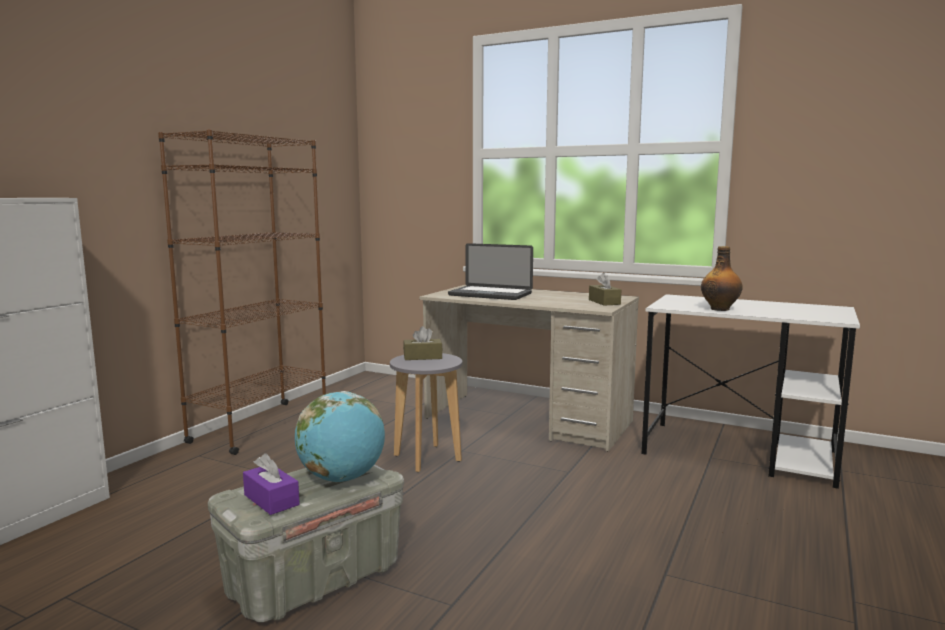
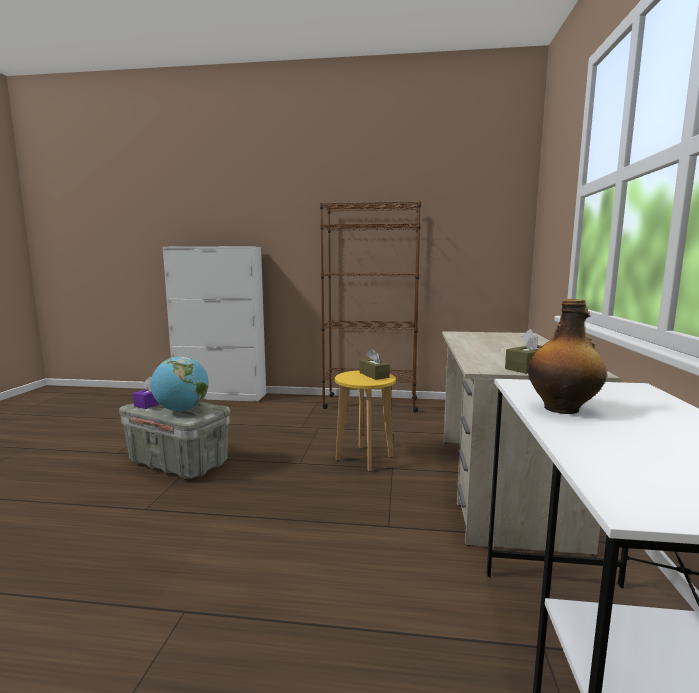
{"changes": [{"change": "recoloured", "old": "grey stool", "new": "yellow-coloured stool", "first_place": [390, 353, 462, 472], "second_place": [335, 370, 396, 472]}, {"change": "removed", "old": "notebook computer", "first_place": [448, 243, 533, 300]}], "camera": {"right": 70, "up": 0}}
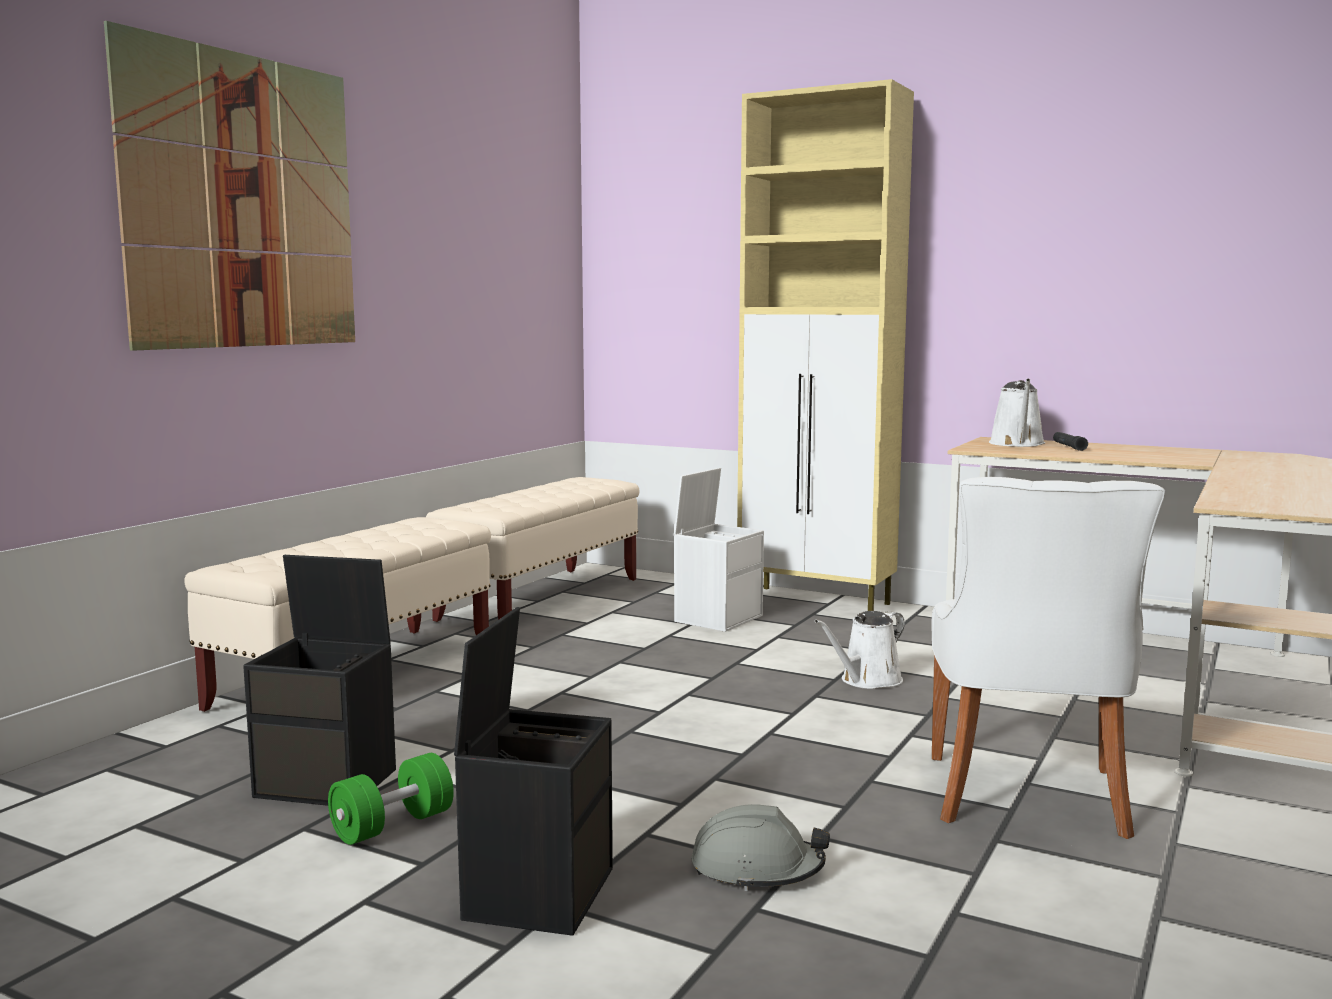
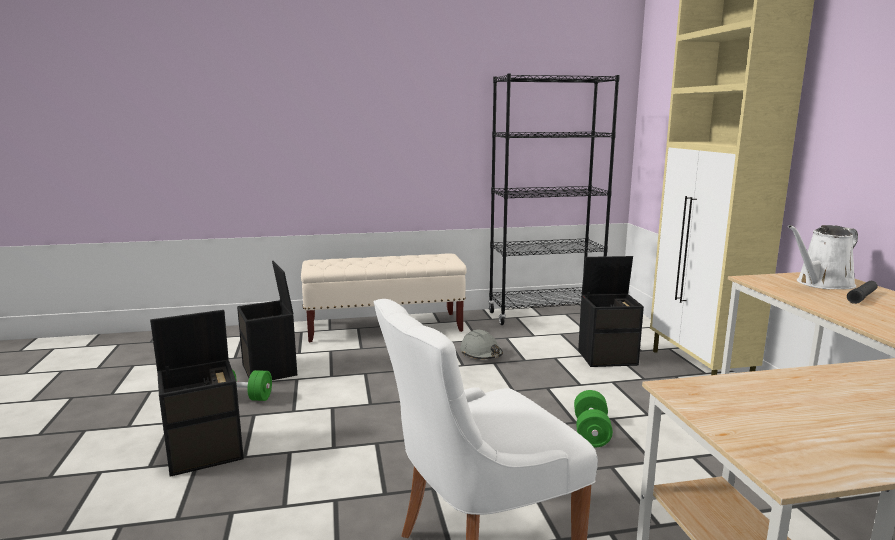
{"changes": [{"change": "moved", "old": "grey work helmet", "first_place": [691, 804, 830, 891], "second_place": [460, 329, 503, 359]}, {"change": "replaced", "old": "sand-coloured long seat", "new": "black bookcase", "first_place": [426, 477, 639, 622], "second_place": [488, 74, 620, 325]}, {"change": "replaced", "old": "white watering can", "new": "greenish hand weight", "first_place": [815, 611, 905, 689], "second_place": [574, 390, 613, 447]}, {"change": "recoloured", "old": "white storage bin", "new": "black storage bin", "first_place": [674, 468, 764, 632], "second_place": [578, 256, 644, 367]}, {"change": "removed", "old": "wall art", "first_place": [104, 21, 355, 351]}], "camera": {"right": 50, "up": 5}}
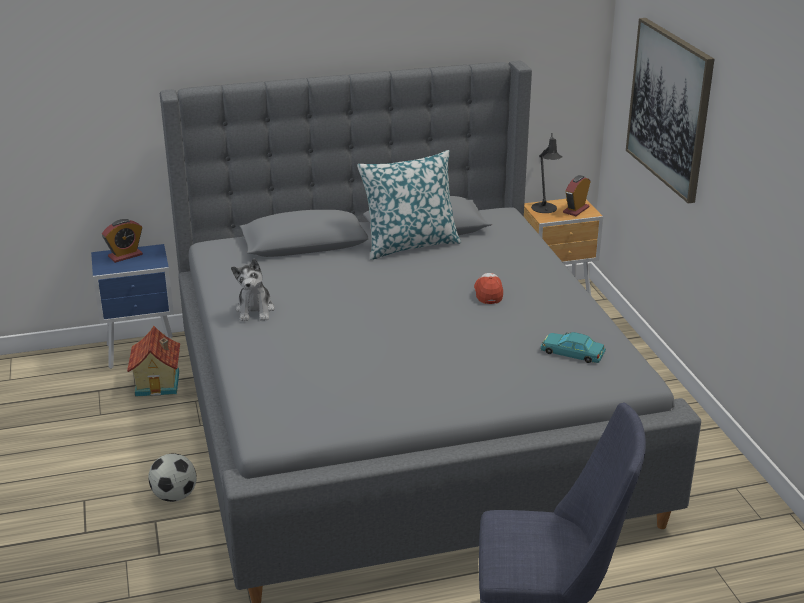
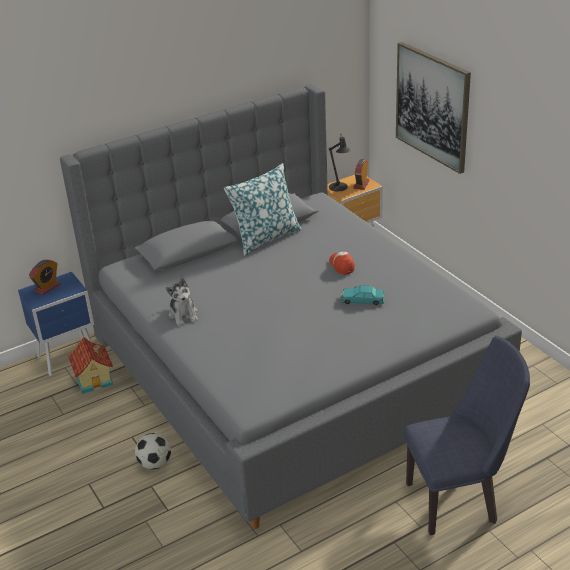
{"changes": [{"change": "moved", "old": "turquoise model car", "first_place": [541, 332, 606, 363], "second_place": [341, 285, 385, 305]}], "camera": {"right": -15, "up": 5}}
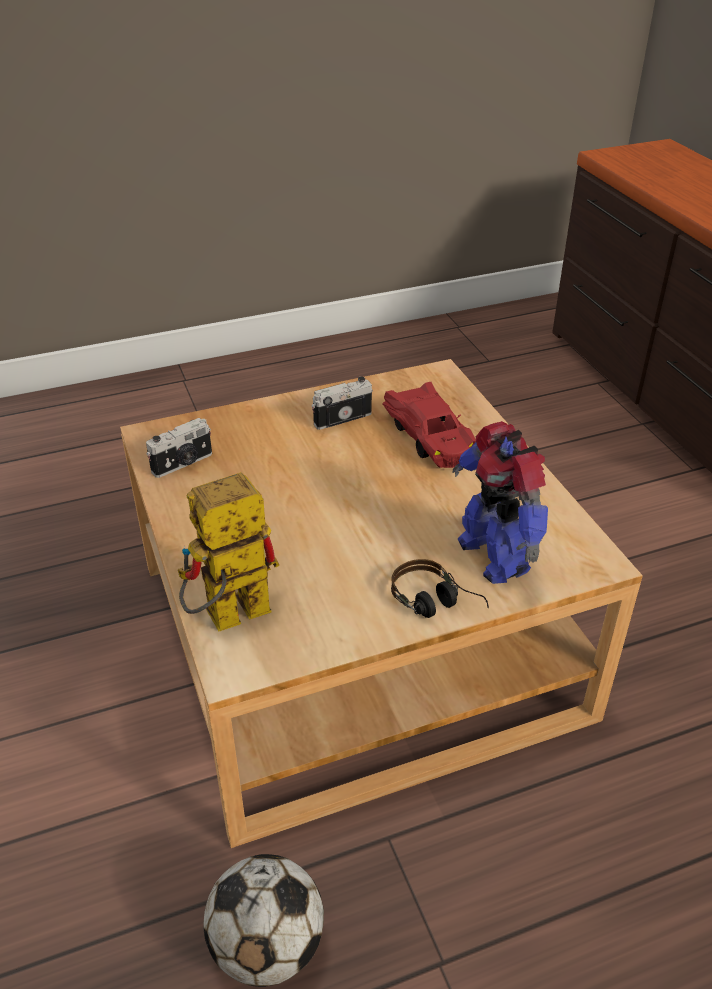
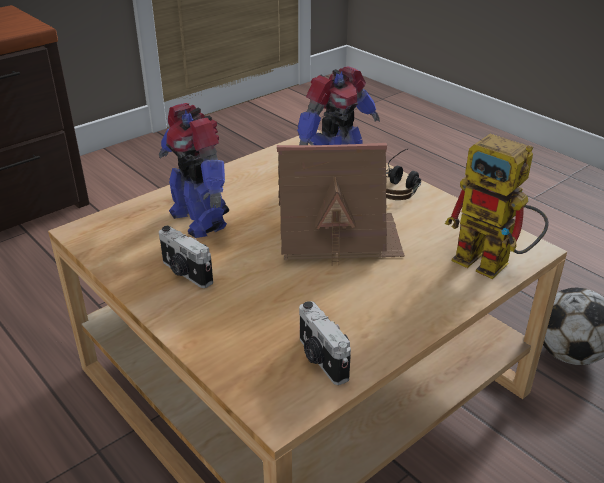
{"changes": [{"change": "replaced", "old": "red model car", "new": "toy robot", "first_place": [382, 382, 476, 468], "second_place": [159, 103, 229, 238]}, {"change": "added", "new": "toy house", "second_place": [277, 143, 405, 266]}, {"change": "turned", "old": "still camera", "first_place": [146, 418, 212, 478], "second_place": [299, 301, 351, 385], "degrees": -150}], "camera": {"right": -110, "up": -5}}
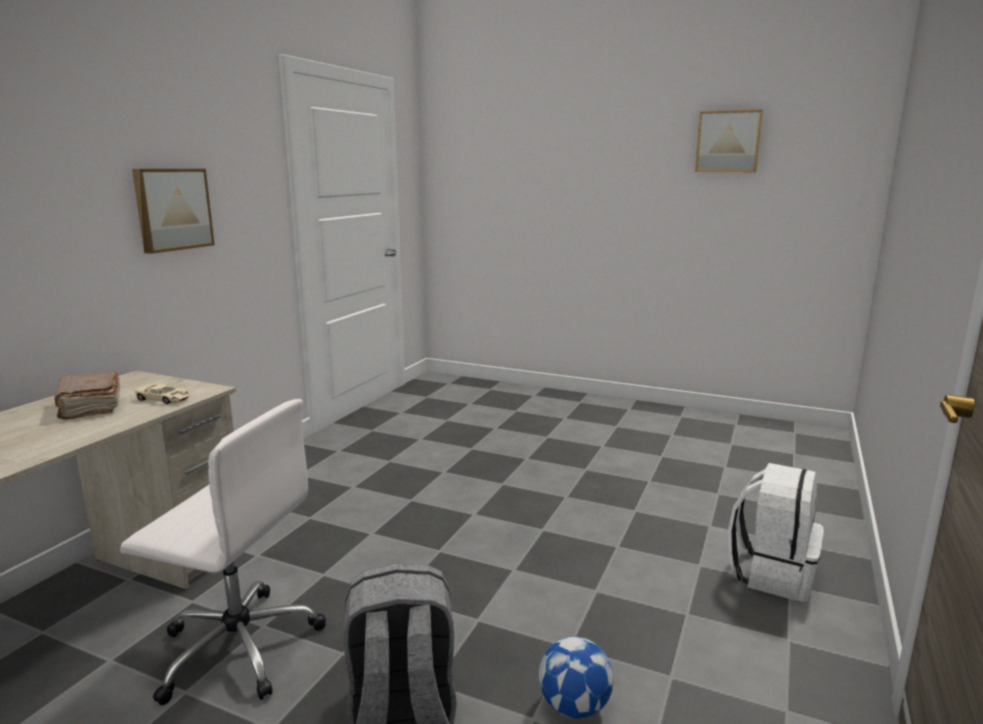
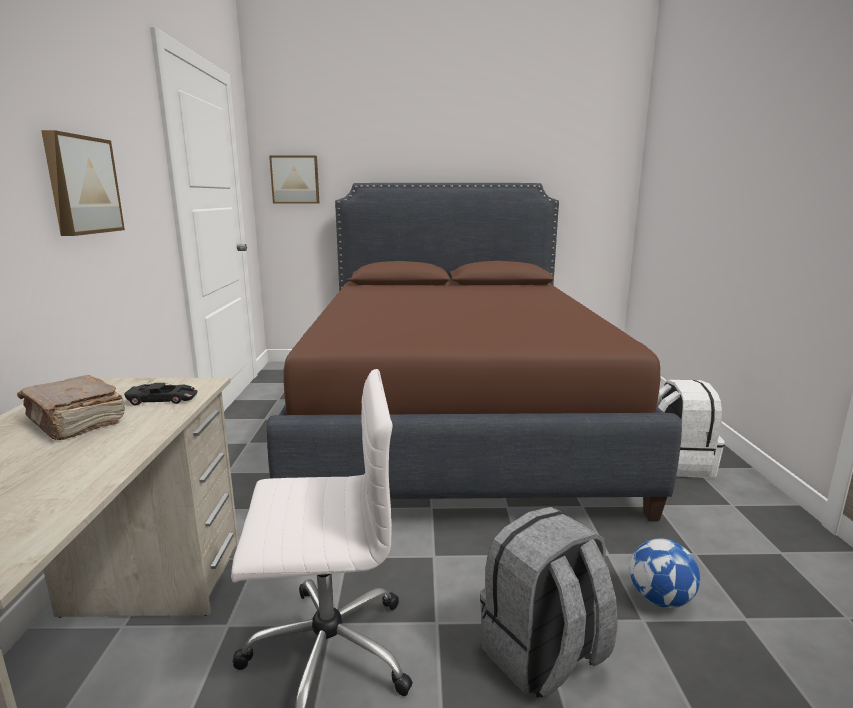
{"changes": [{"change": "recoloured", "old": "sand-coloured model car", "new": "black model car", "first_place": [135, 384, 189, 404], "second_place": [124, 383, 198, 406]}, {"change": "added", "new": "brown-coloured bedroom bed", "second_place": [267, 183, 682, 521]}, {"change": "moved", "old": "wall art", "first_place": [695, 109, 763, 172], "second_place": [269, 156, 319, 204]}], "camera": {"right": -25, "up": 0}}
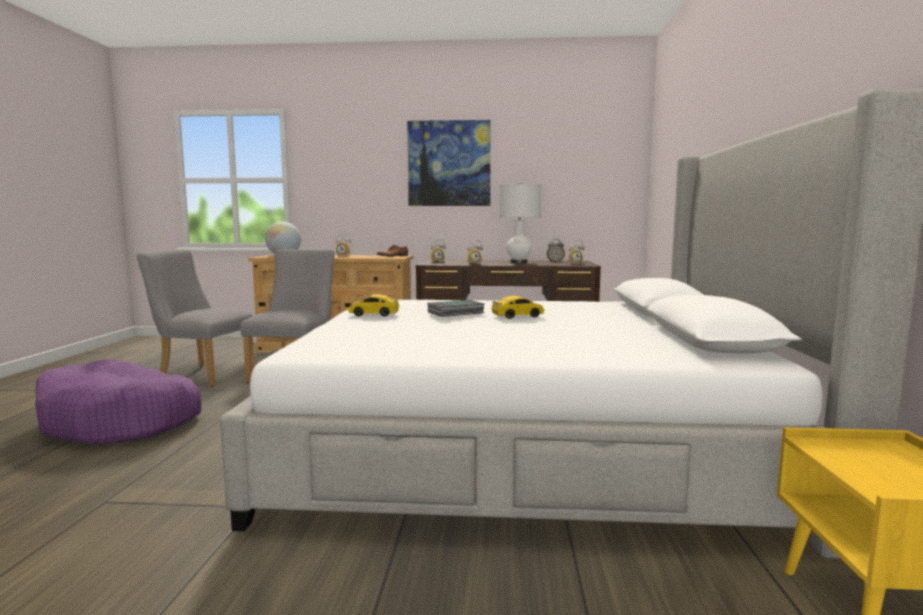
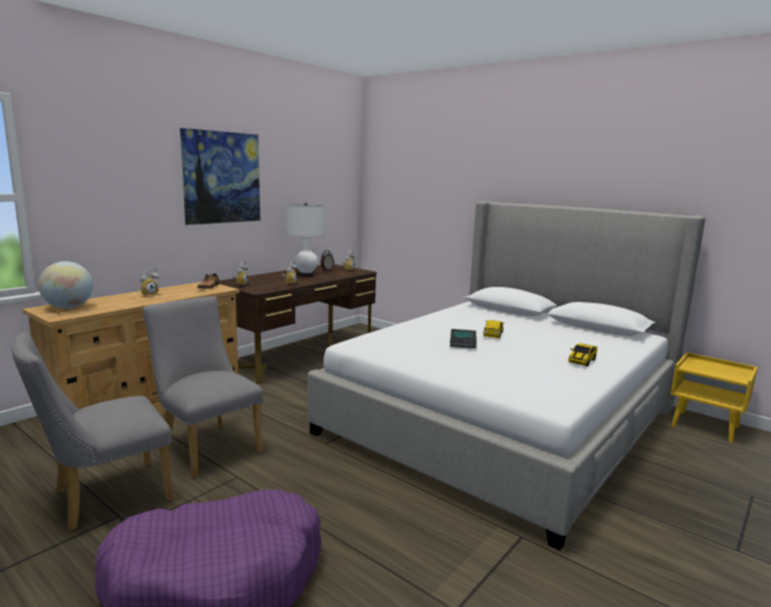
{"changes": [{"change": "moved", "old": "model car", "first_place": [348, 294, 400, 316], "second_place": [568, 343, 597, 366]}], "camera": {"right": -55, "up": 5}}
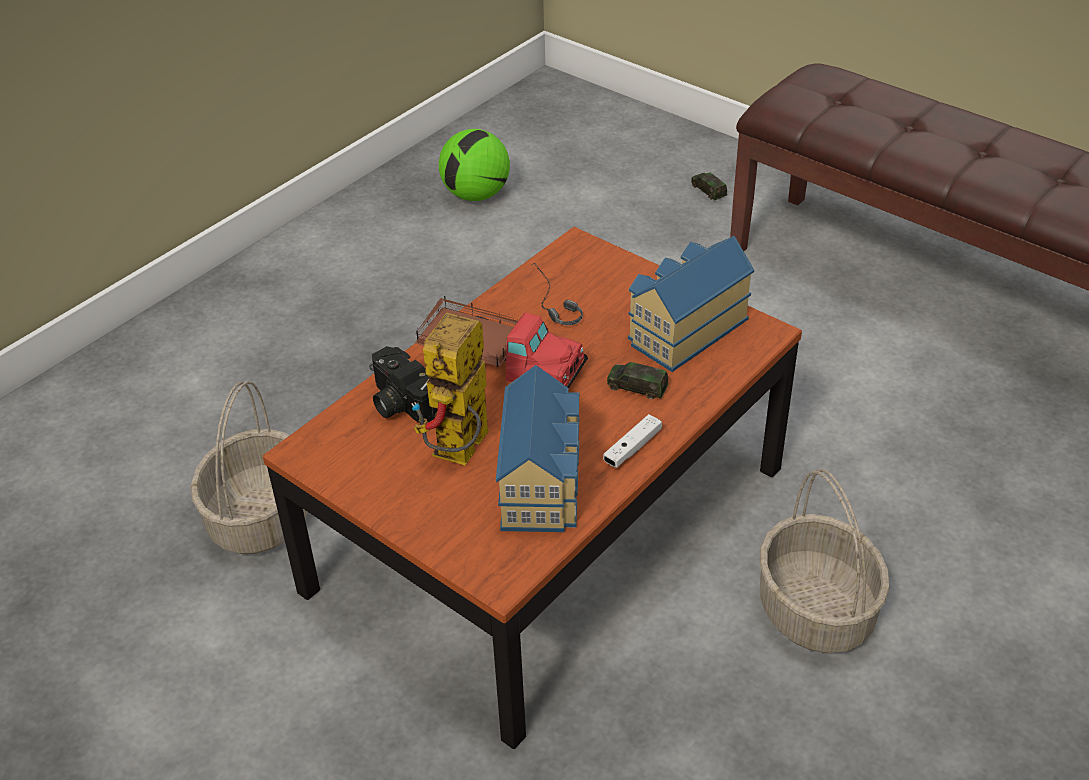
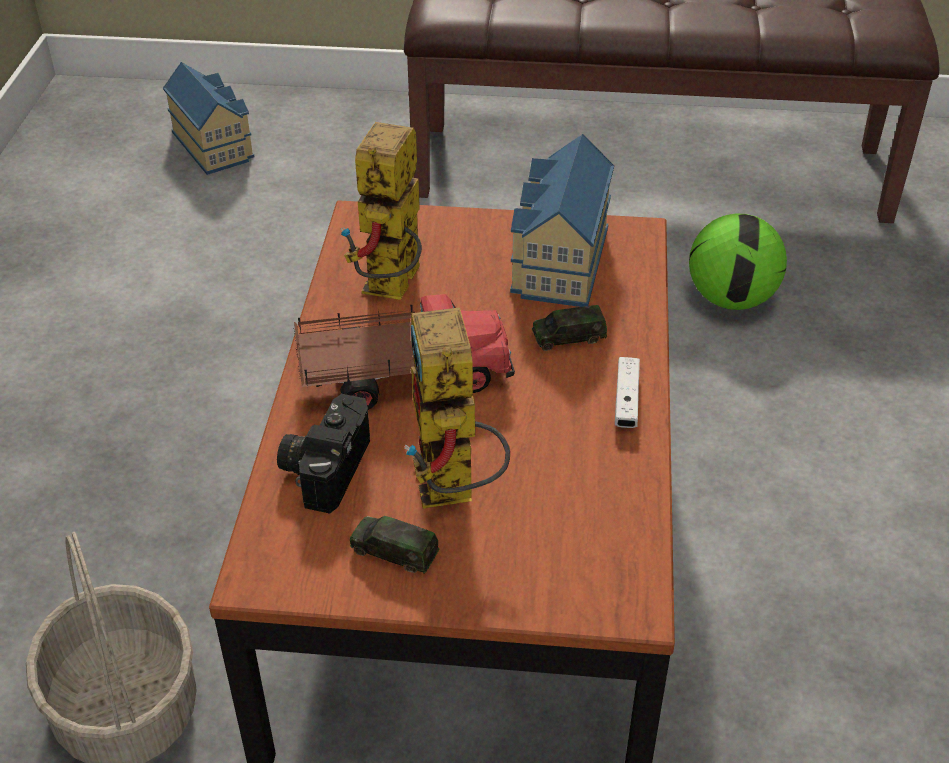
{"changes": [{"change": "moved", "old": "toy house", "first_place": [496, 365, 580, 532], "second_place": [163, 62, 254, 175]}, {"change": "turned", "old": "still camera", "first_place": [370, 346, 438, 423], "second_place": [277, 394, 370, 514], "degrees": 90}, {"change": "replaced", "old": "headset", "new": "toy robot", "first_place": [532, 263, 583, 325], "second_place": [340, 122, 422, 300]}, {"change": "moved", "old": "model car", "first_place": [691, 173, 727, 200], "second_place": [350, 516, 439, 574]}, {"change": "moved", "old": "ball for football", "first_place": [439, 129, 510, 201], "second_place": [689, 213, 787, 310]}, {"change": "removed", "old": "basket", "first_place": [760, 469, 890, 653]}], "camera": {"right": -35, "up": 0}}
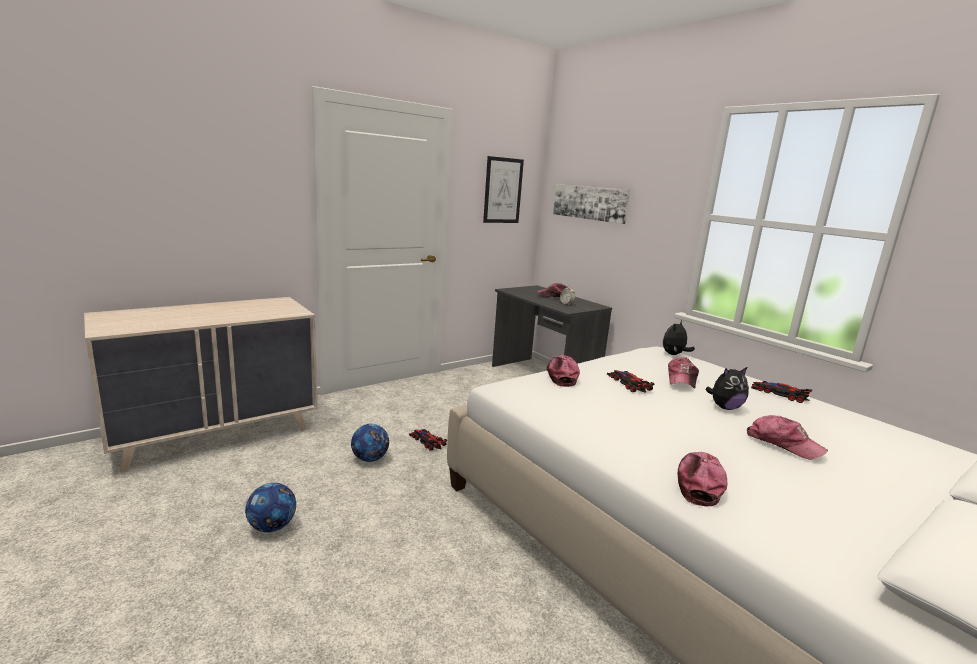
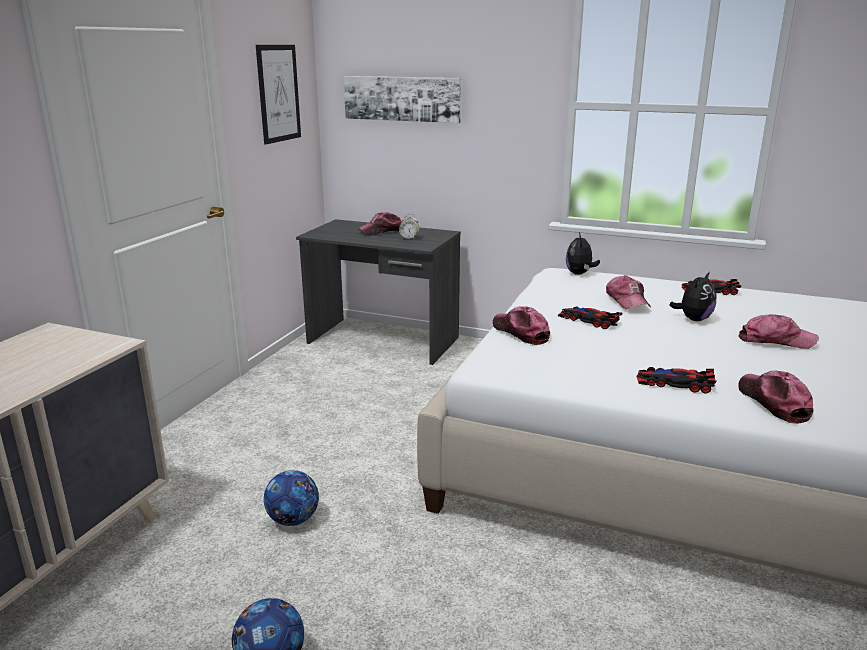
{"changes": [{"change": "moved", "old": "model car", "first_place": [409, 429, 447, 451], "second_place": [636, 367, 717, 393]}], "camera": {"right": -30, "up": 5}}
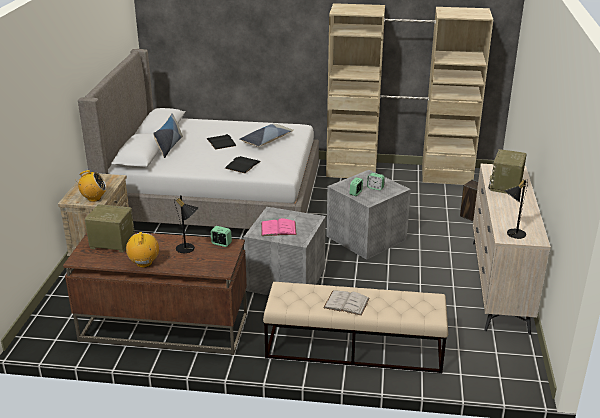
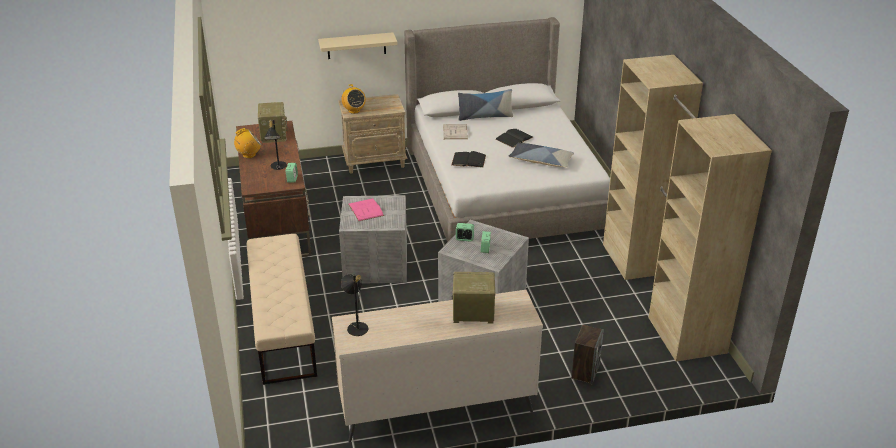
{"changes": [{"change": "added", "new": "sand-coloured wall shelf", "second_place": [318, 32, 398, 59]}, {"change": "moved", "old": "white book", "first_place": [323, 290, 370, 316], "second_place": [444, 124, 468, 139]}], "camera": {"right": 70, "up": 5}}
